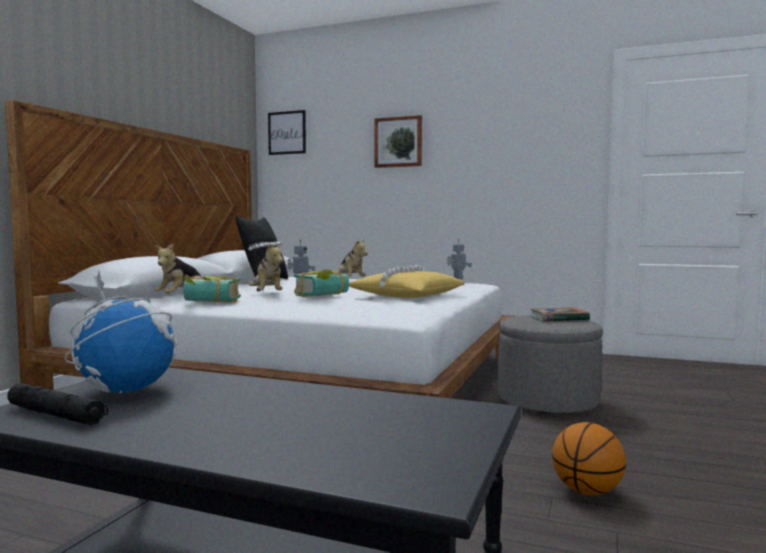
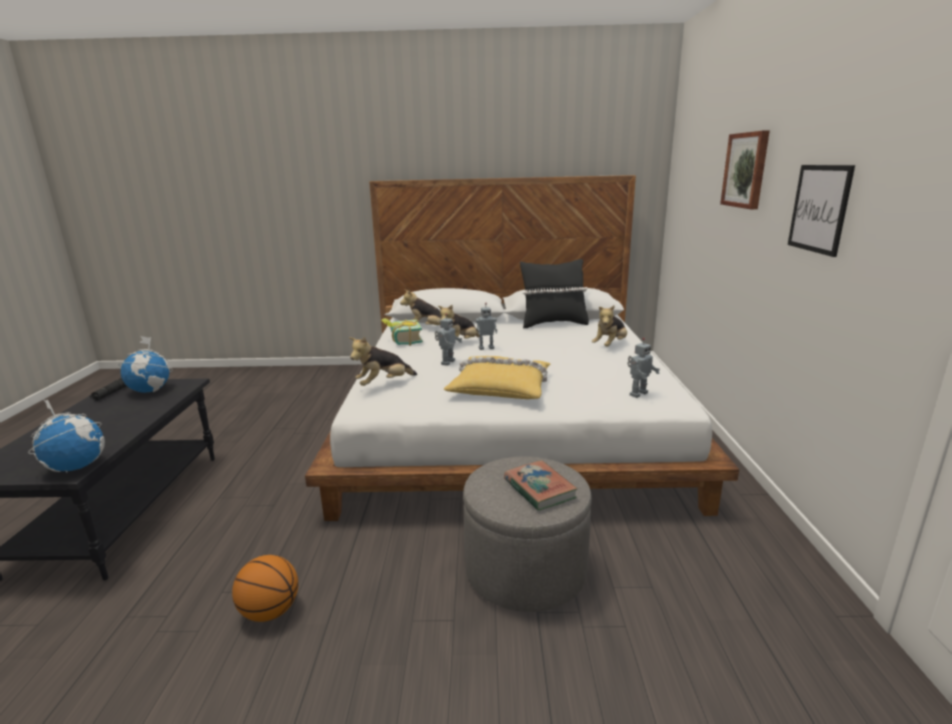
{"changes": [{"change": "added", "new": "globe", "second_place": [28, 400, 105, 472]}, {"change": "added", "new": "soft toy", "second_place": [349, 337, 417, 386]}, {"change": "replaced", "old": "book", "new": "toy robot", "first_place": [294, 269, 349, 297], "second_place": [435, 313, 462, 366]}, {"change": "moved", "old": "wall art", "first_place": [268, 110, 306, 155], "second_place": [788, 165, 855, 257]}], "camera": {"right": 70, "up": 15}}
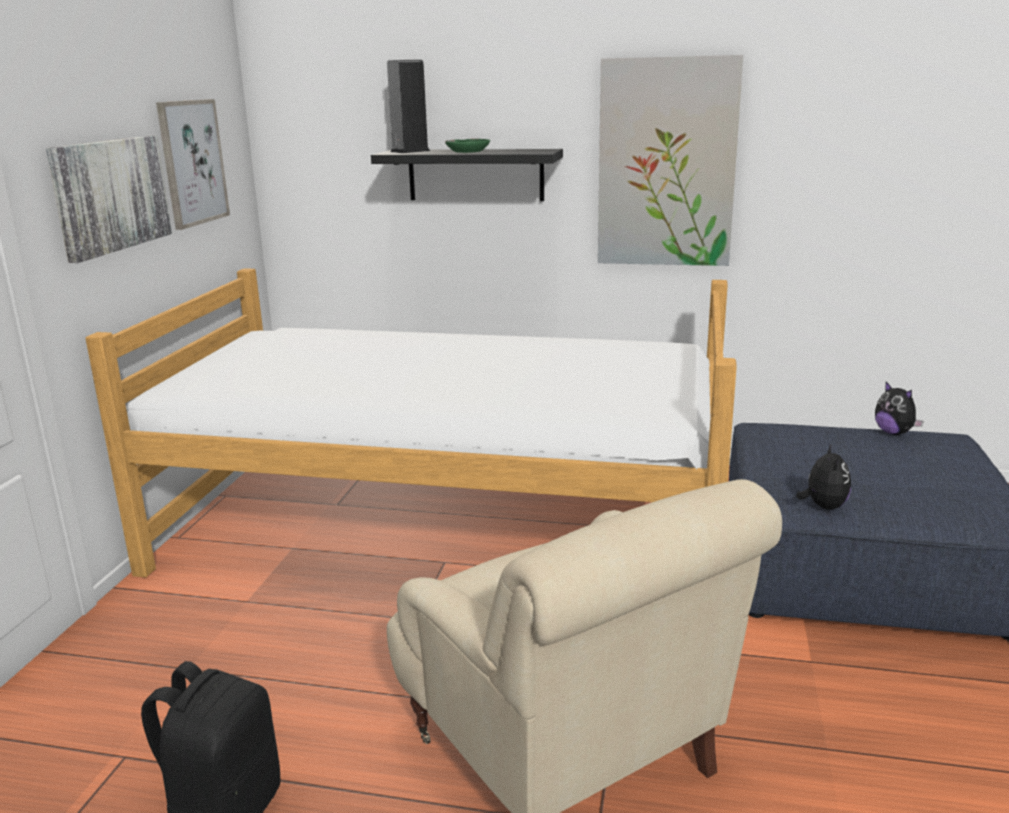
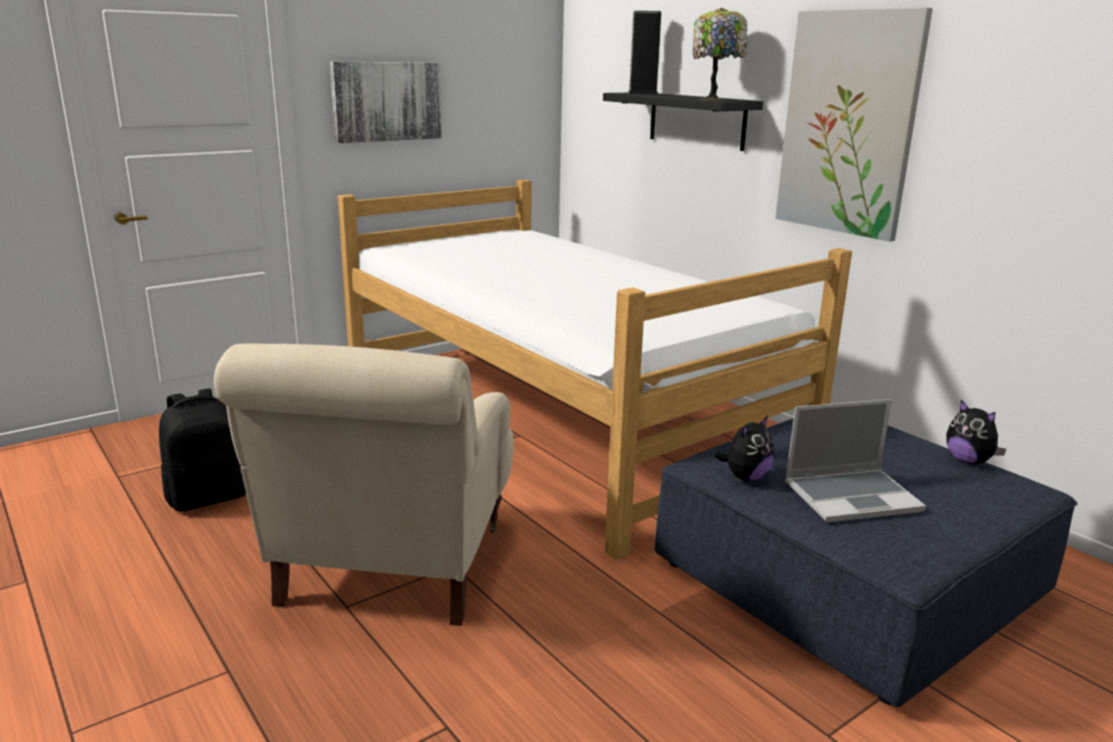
{"changes": [{"change": "added", "new": "lamp for a table", "second_place": [693, 8, 747, 100]}, {"change": "added", "new": "notebook computer", "second_place": [785, 399, 926, 523]}, {"change": "turned", "old": "soft toy", "first_place": [875, 382, 924, 435], "second_place": [946, 400, 1007, 464], "degrees": -45}, {"change": "removed", "old": "wall art", "first_place": [156, 99, 230, 230]}, {"change": "removed", "old": "greenish deep dish", "first_place": [445, 139, 490, 153]}], "camera": {"right": 40, "up": 0}}
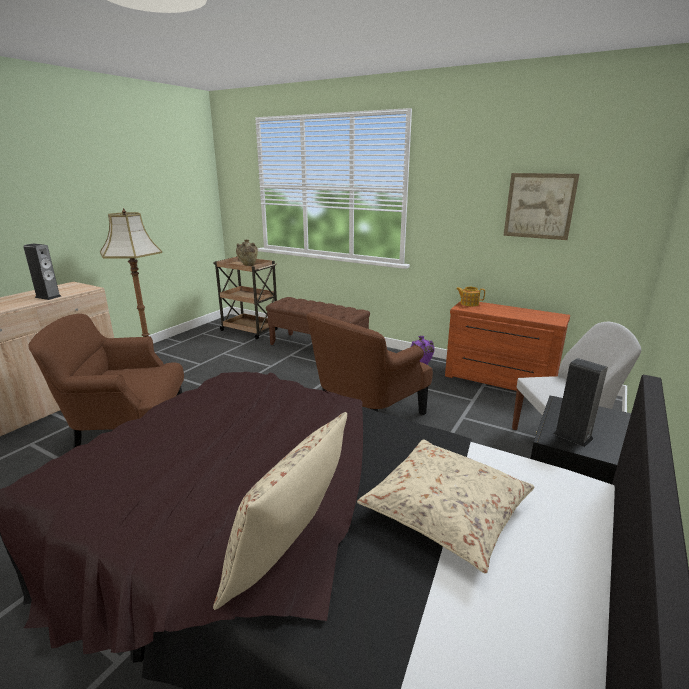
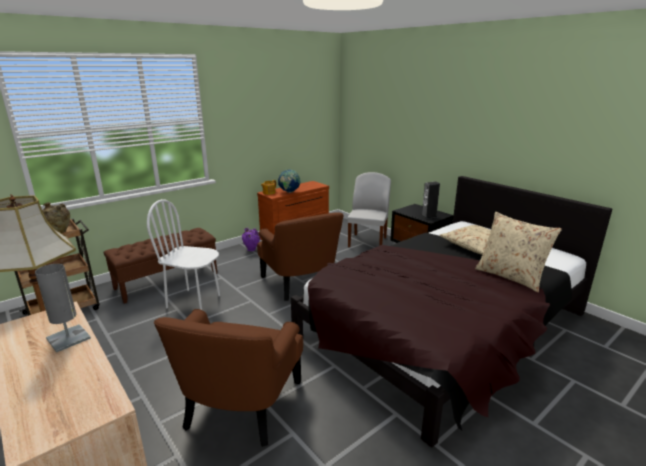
{"changes": [{"change": "replaced", "old": "audio speaker", "new": "grey lamp for a table", "first_place": [23, 244, 61, 300], "second_place": [35, 264, 91, 353]}, {"change": "added", "new": "white upright chair", "second_place": [147, 199, 220, 310]}, {"change": "added", "new": "globe", "second_place": [278, 169, 301, 193]}, {"change": "removed", "old": "wall art", "first_place": [503, 173, 579, 240]}], "camera": {"right": -70, "up": 0}}
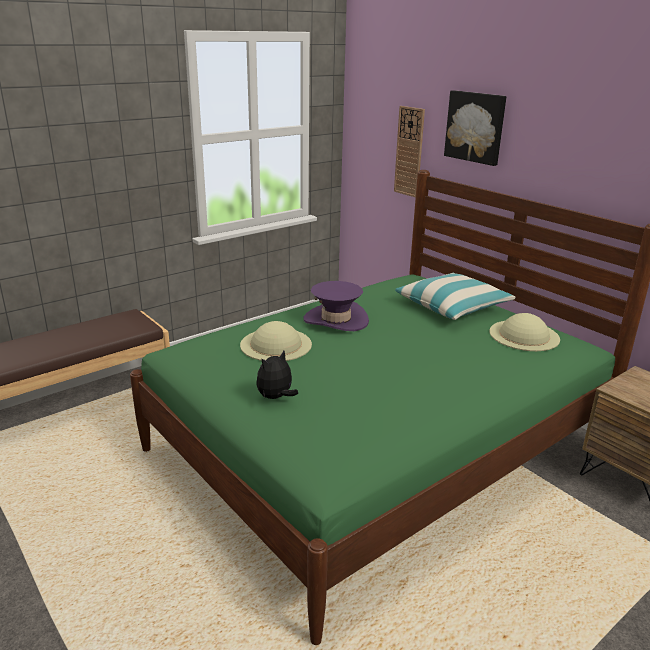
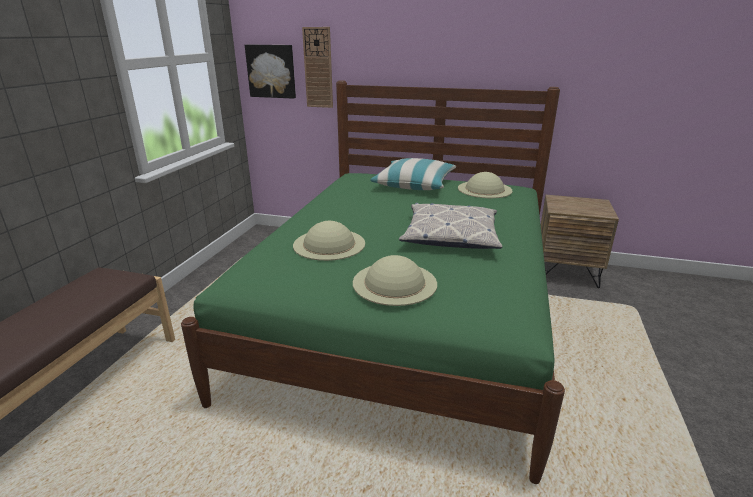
{"changes": [{"change": "moved", "old": "wall art", "first_place": [444, 90, 507, 166], "second_place": [245, 45, 296, 99]}, {"change": "replaced", "old": "soft toy", "new": "sand-coloured clothing hat", "first_place": [256, 351, 298, 399], "second_place": [353, 255, 437, 306]}, {"change": "added", "new": "throw pillow", "second_place": [399, 203, 502, 249]}, {"change": "removed", "old": "purple-coloured clothing hat", "first_place": [303, 281, 369, 331]}], "camera": {"right": -35, "up": 0}}
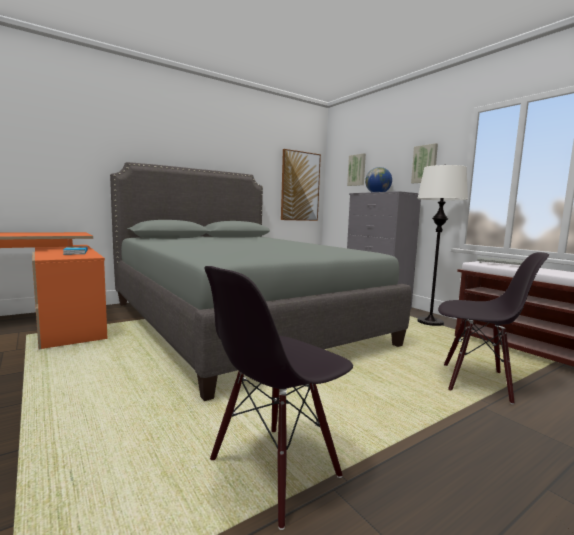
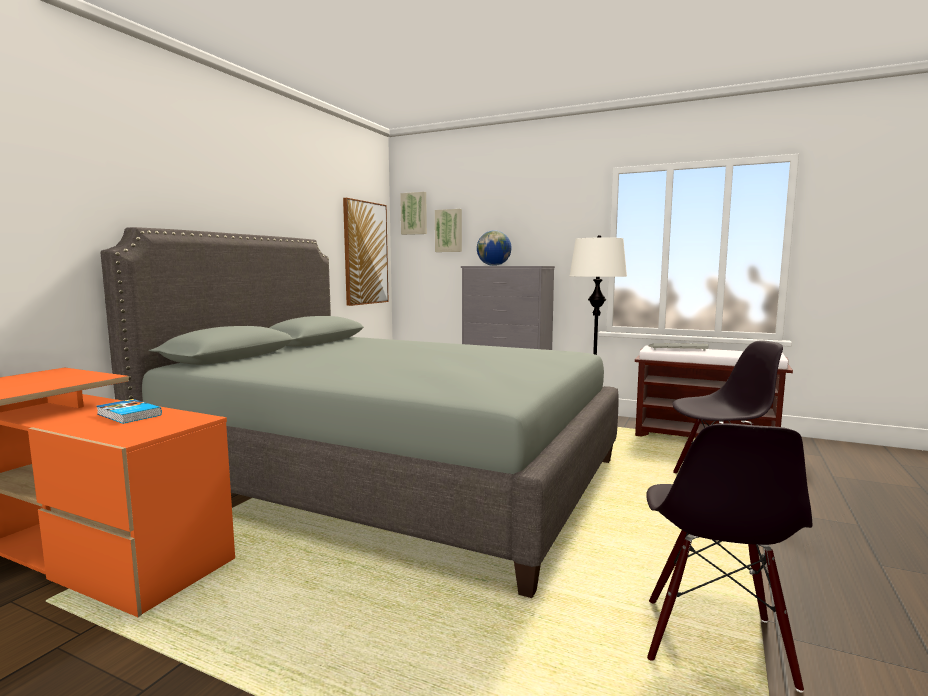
{"changes": [{"change": "moved", "old": "wall art", "first_place": [411, 143, 438, 183], "second_place": [400, 192, 427, 235]}], "camera": {"right": -30, "up": 0}}
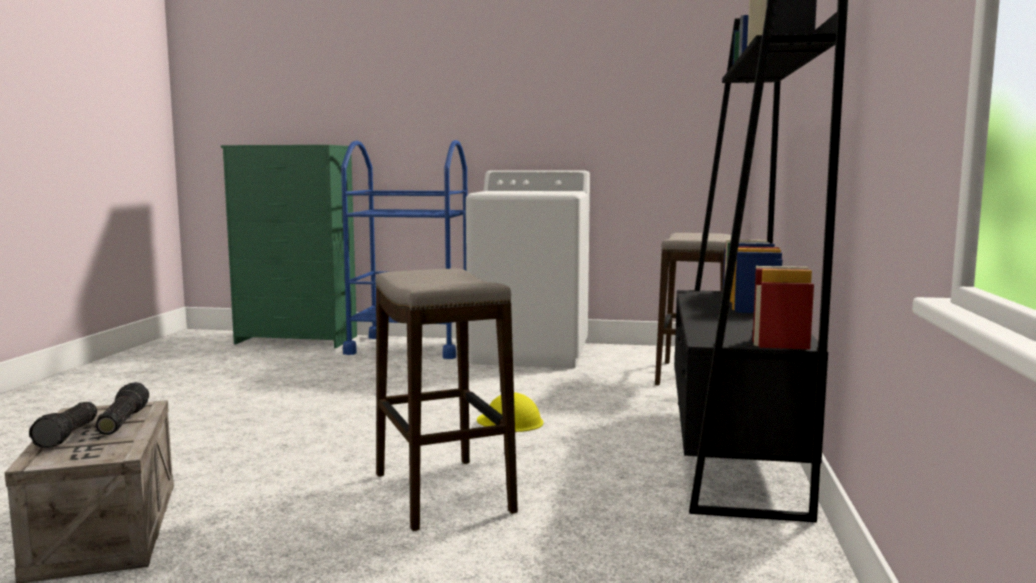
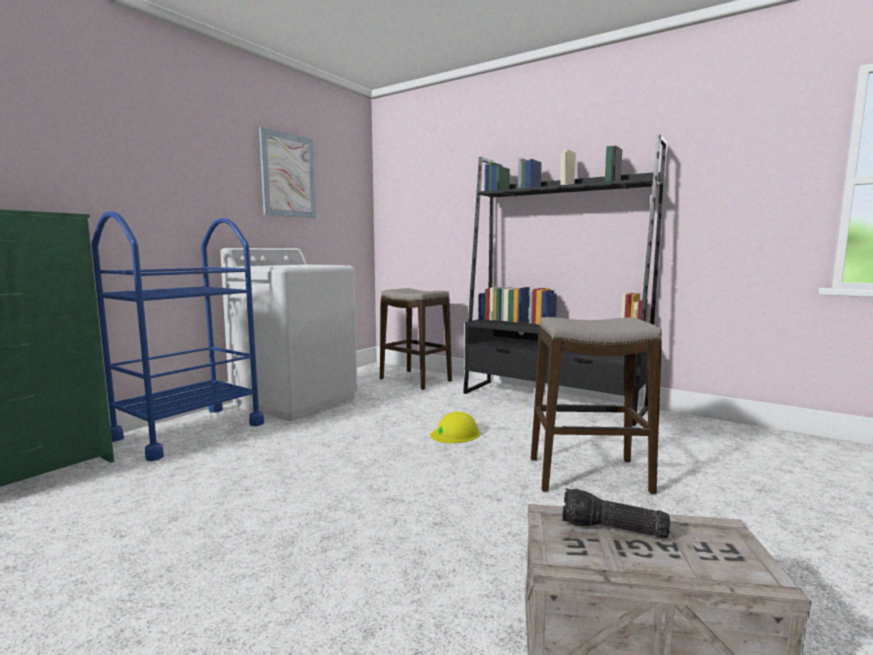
{"changes": [{"change": "added", "new": "wall art", "second_place": [259, 127, 316, 218]}, {"change": "removed", "old": "hand torch", "first_place": [29, 402, 97, 448]}], "camera": {"right": -65, "up": 0}}
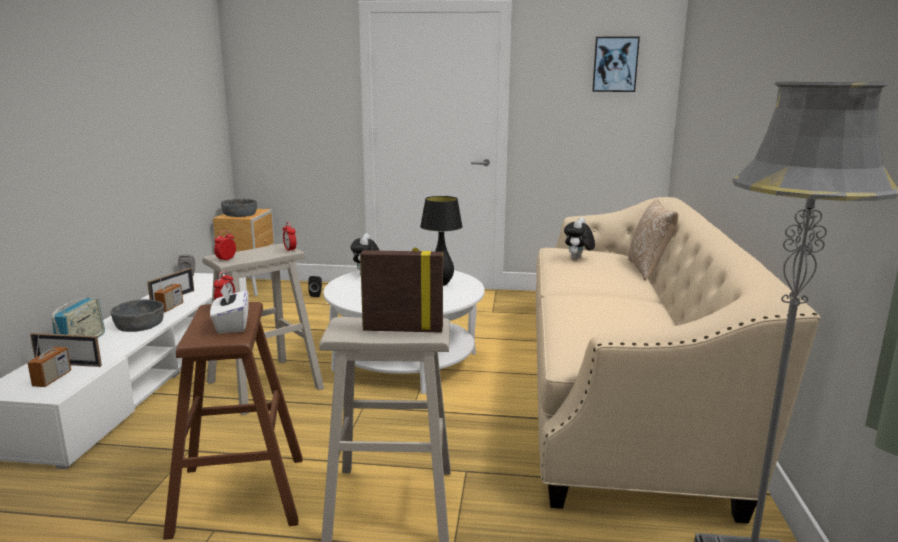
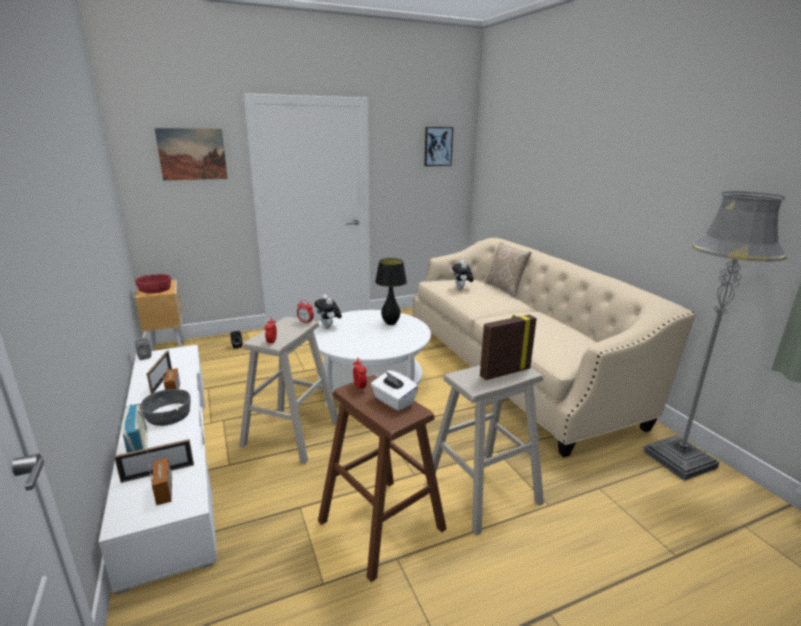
{"changes": [{"change": "recoloured", "old": "grey deep dish", "new": "red deep dish", "first_place": [221, 199, 257, 217], "second_place": [135, 274, 171, 293]}, {"change": "added", "new": "wall art", "second_place": [155, 128, 228, 181]}], "camera": {"right": -30, "up": 5}}
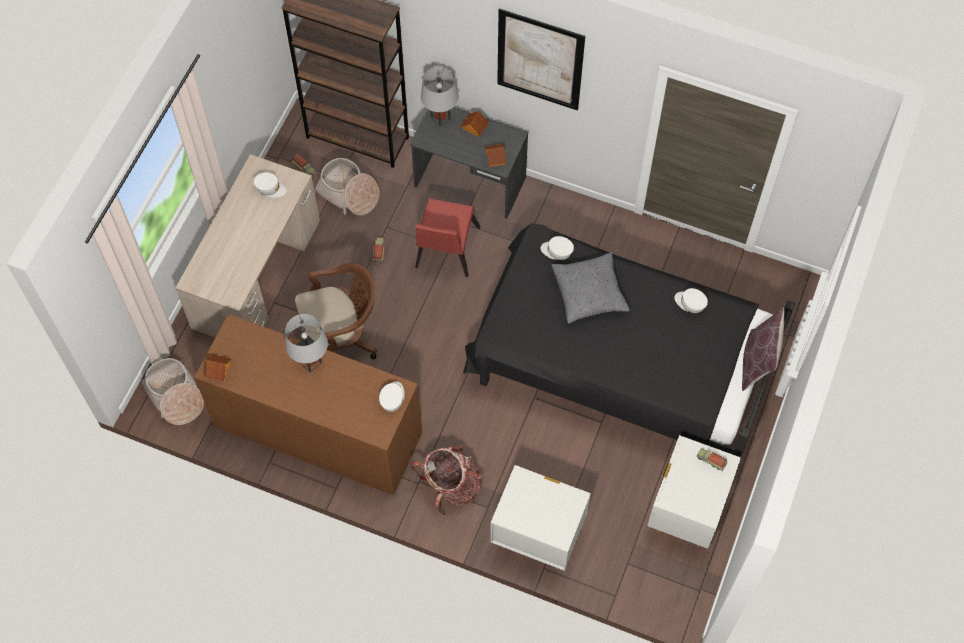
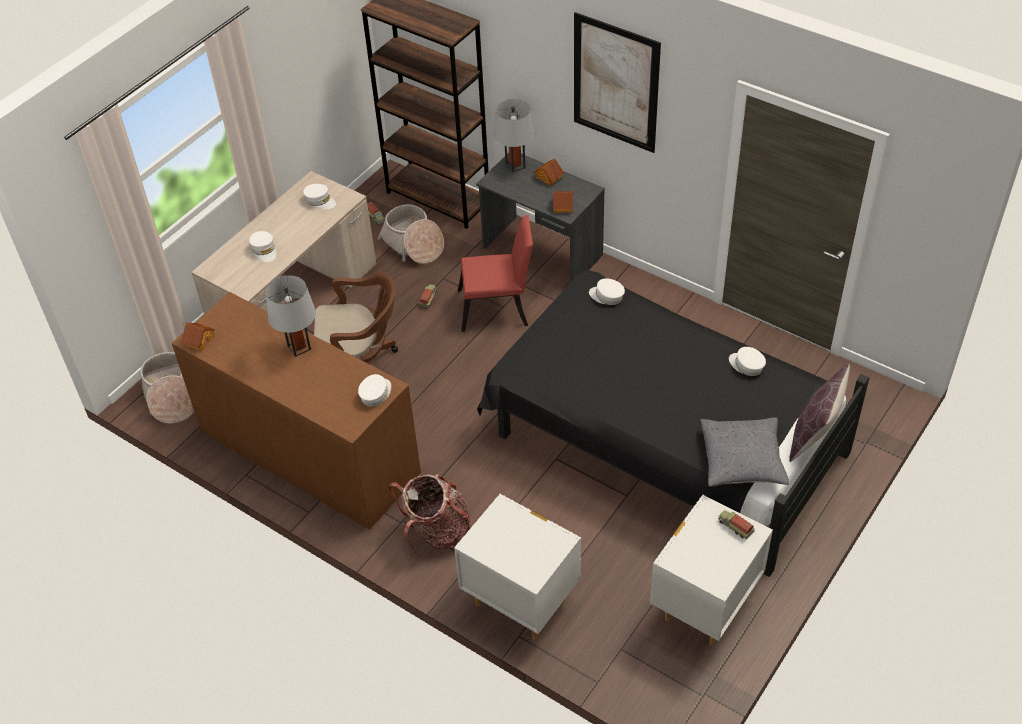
{"changes": [{"change": "added", "new": "white peaked cap", "second_place": [249, 231, 277, 262]}, {"change": "turned", "old": "red upright chair", "first_place": [415, 198, 481, 277], "second_place": [458, 215, 533, 332], "degrees": -120}, {"change": "moved", "old": "grey throw pillow", "first_place": [551, 253, 630, 323], "second_place": [701, 417, 789, 487]}], "camera": {"right": 15, "up": -15}}
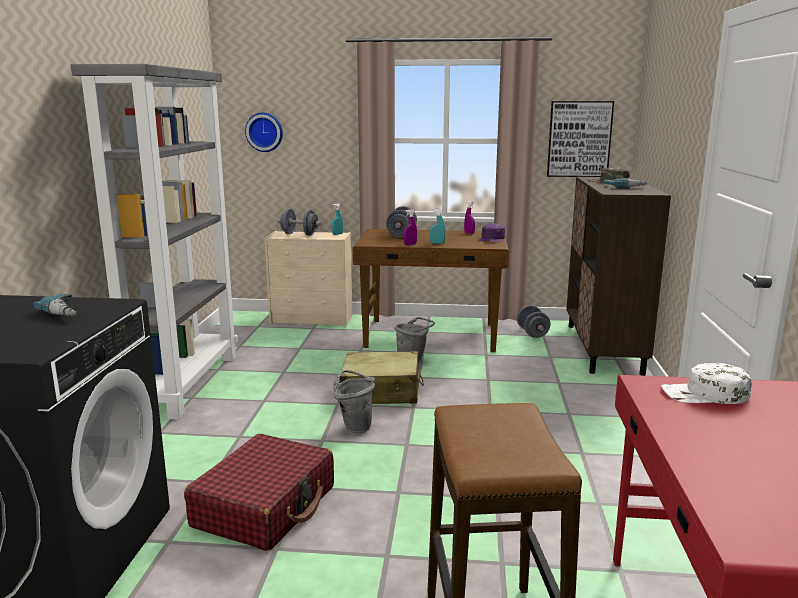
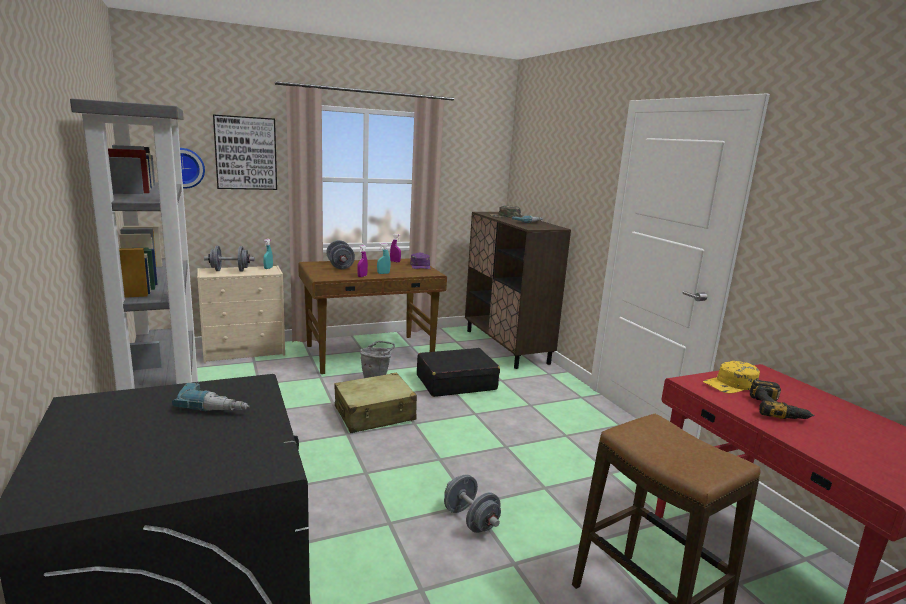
{"changes": [{"change": "moved", "old": "wall art", "first_place": [547, 101, 614, 177], "second_place": [213, 115, 277, 190]}, {"change": "added", "new": "black piece of luggage", "second_place": [417, 348, 500, 397]}, {"change": "moved", "old": "grey hand weight", "first_place": [517, 305, 551, 338], "second_place": [444, 475, 501, 533]}, {"change": "recoloured", "old": "white peaked cap", "new": "yellow-coloured peaked cap", "first_place": [661, 363, 751, 404], "second_place": [703, 361, 760, 393]}, {"change": "added", "new": "drill", "second_place": [750, 380, 814, 419]}, {"change": "removed", "old": "red piece of luggage", "first_place": [184, 434, 334, 551]}, {"change": "removed", "old": "grey bucket", "first_place": [333, 370, 375, 433]}], "camera": {"right": -30, "up": 0}}
